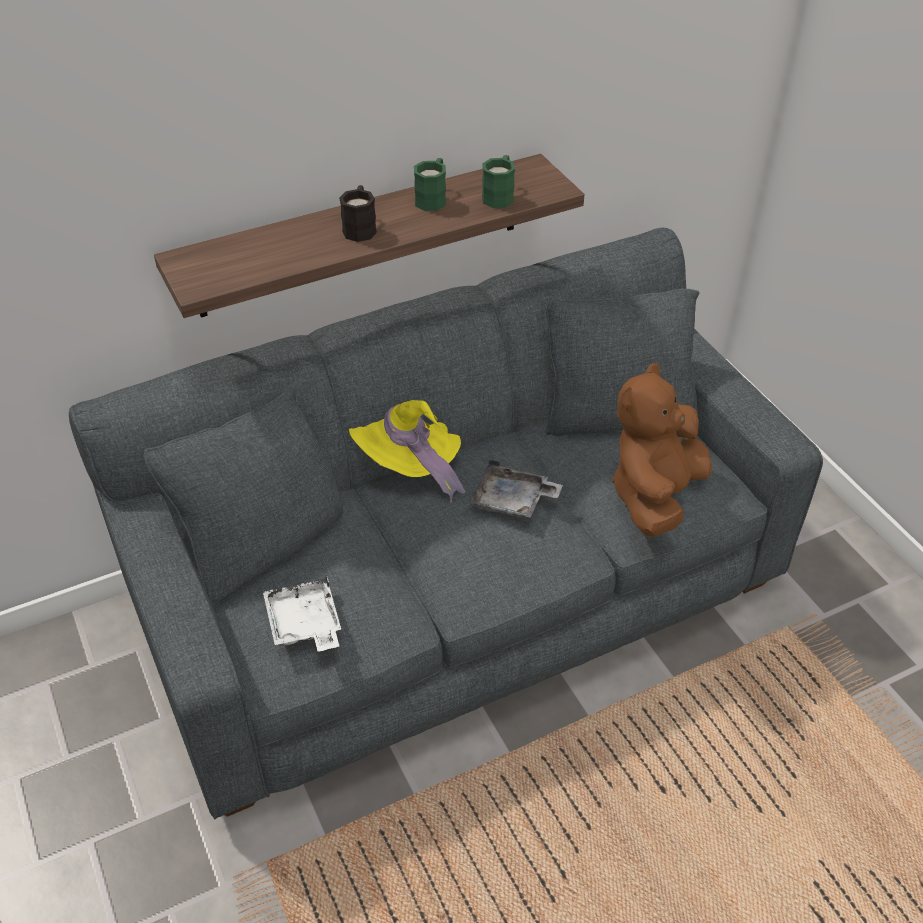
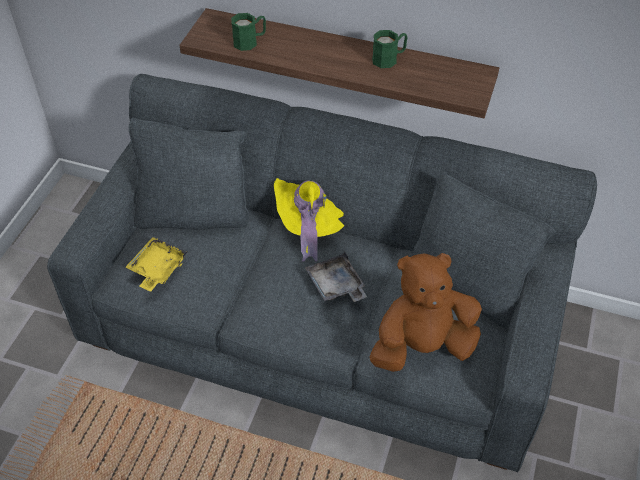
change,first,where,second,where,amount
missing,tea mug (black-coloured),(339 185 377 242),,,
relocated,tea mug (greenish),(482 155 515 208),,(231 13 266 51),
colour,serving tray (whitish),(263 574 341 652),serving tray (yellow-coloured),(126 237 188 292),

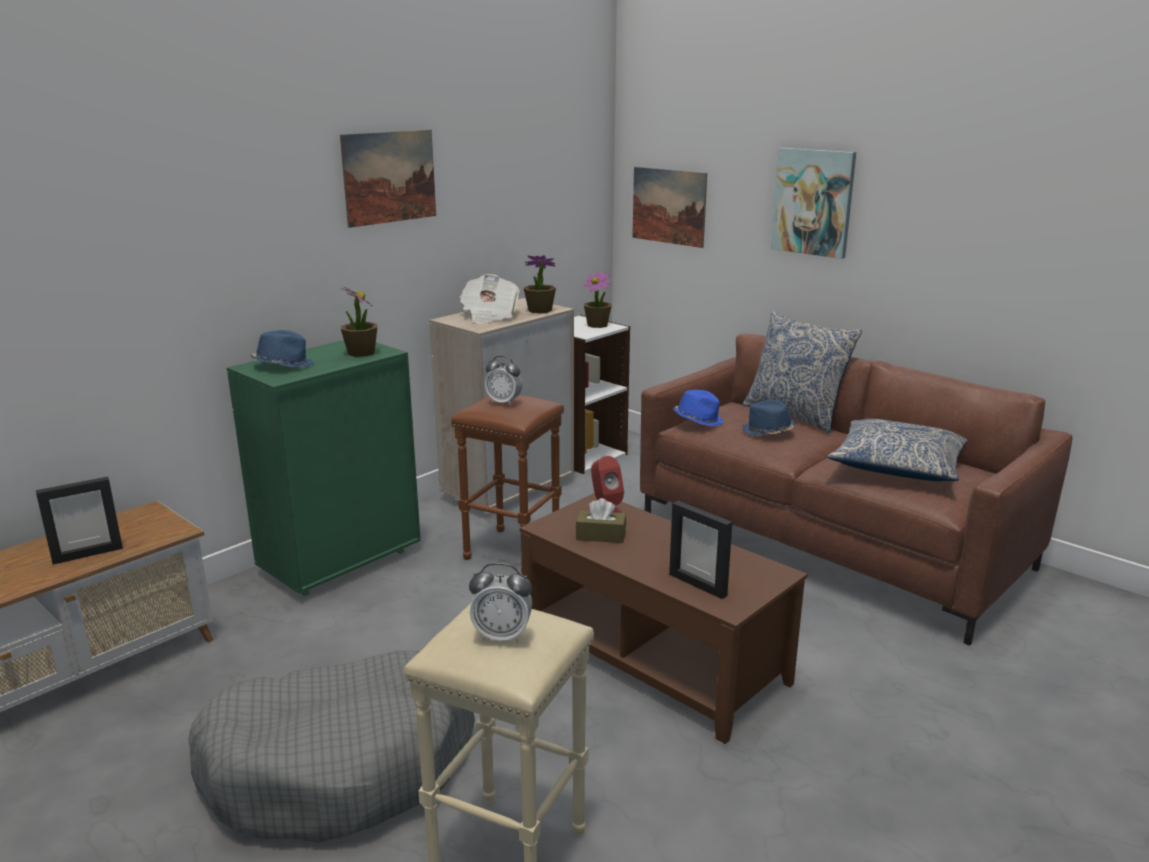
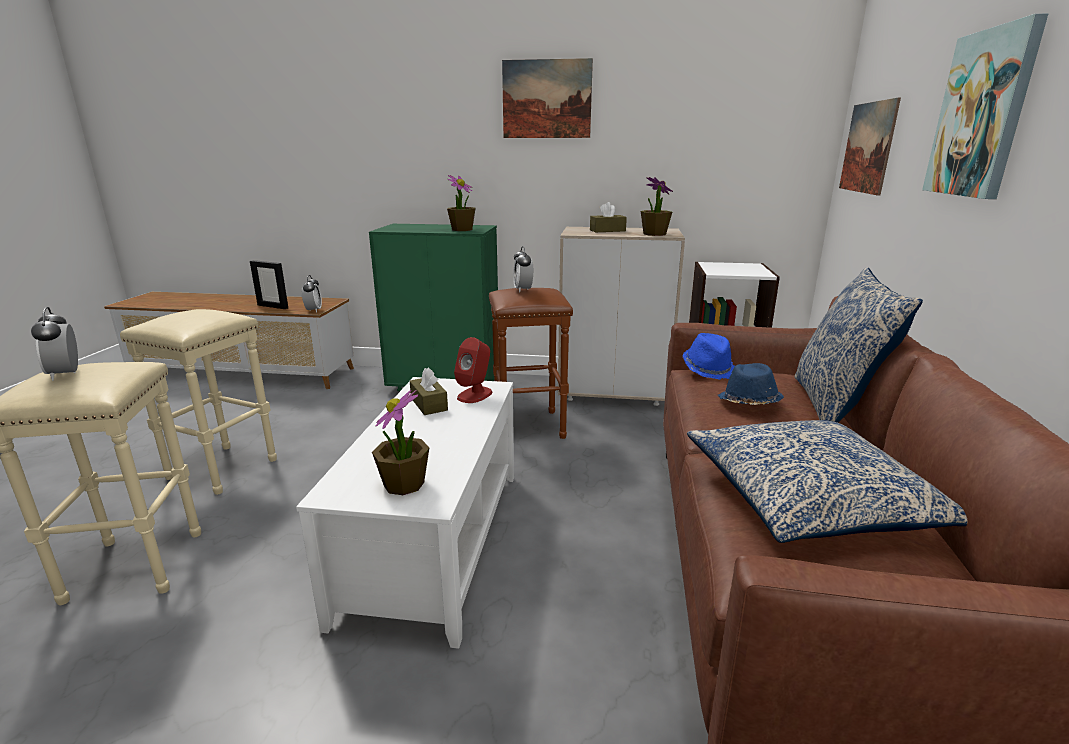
change,first,where,second,where,amount
missing,clothing hat (blue-coloured),(250 330 314 367),,,
missing,photo frame,(669 501 732 599),,,
appeared,,,table clock,(302 275 322 313),
relocated,potted plant,(583 271 612 328),,(372 390 429 495),
exchanged,pet bed (greyish),(188 651 475 843),sitting stool (sand-coloured),(120 309 277 495),
exchanged,printed paper,(459 274 520 324),tissue holder (brown-coloured),(590 202 627 232),
colour,coffee table (brown-coloured),(520 493 807 744),coffee table (whitish),(296 377 514 649),

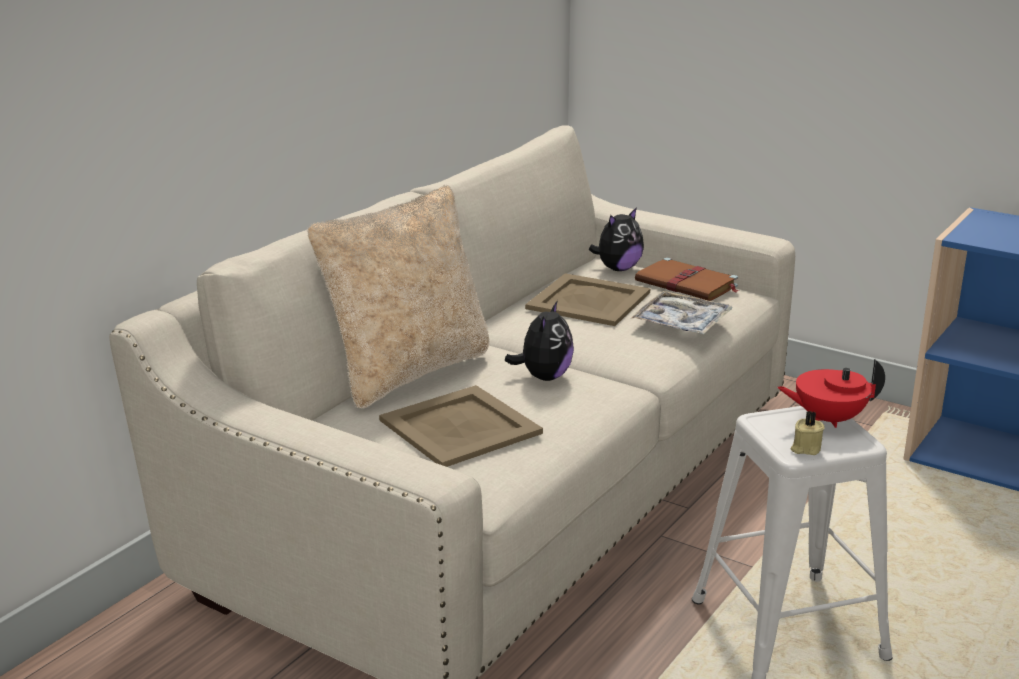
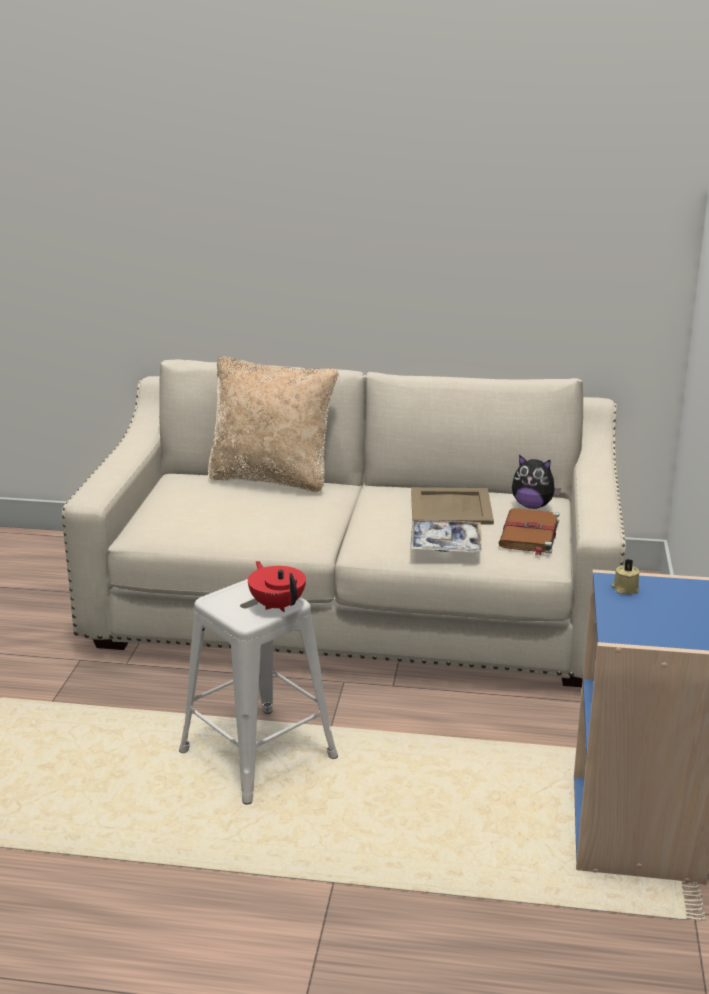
change,first,where,second,where,amount
missing,serving tray (sand-coloured),(379 385 543 467),,,
missing,soft toy,(505 300 574 381),,,
relocated,candle (sand-coloured),(791 411 825 455),,(612 559 640 594),

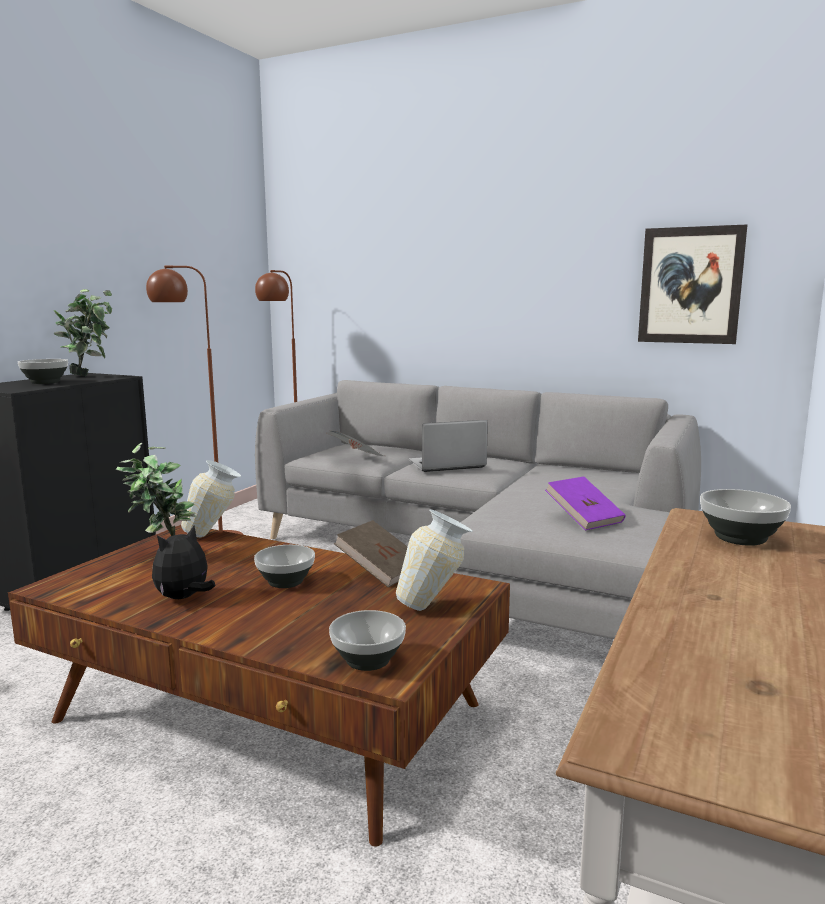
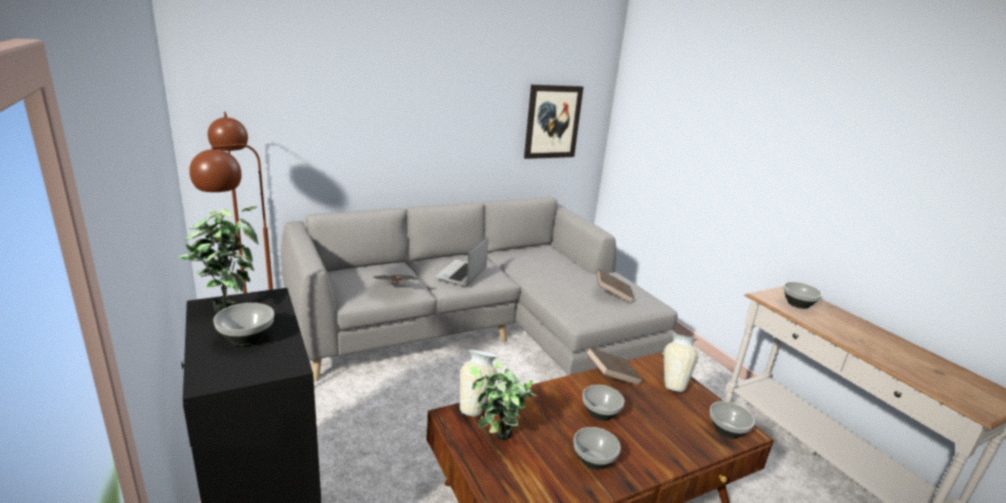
change,first,where,second,where,amount
exchanged,soft toy,(152 526 215 599),serving bowl,(574 427 621 470),
colour,bound book (purple),(545 477 626 530),bound book (brown-coloured),(596 269 634 303),

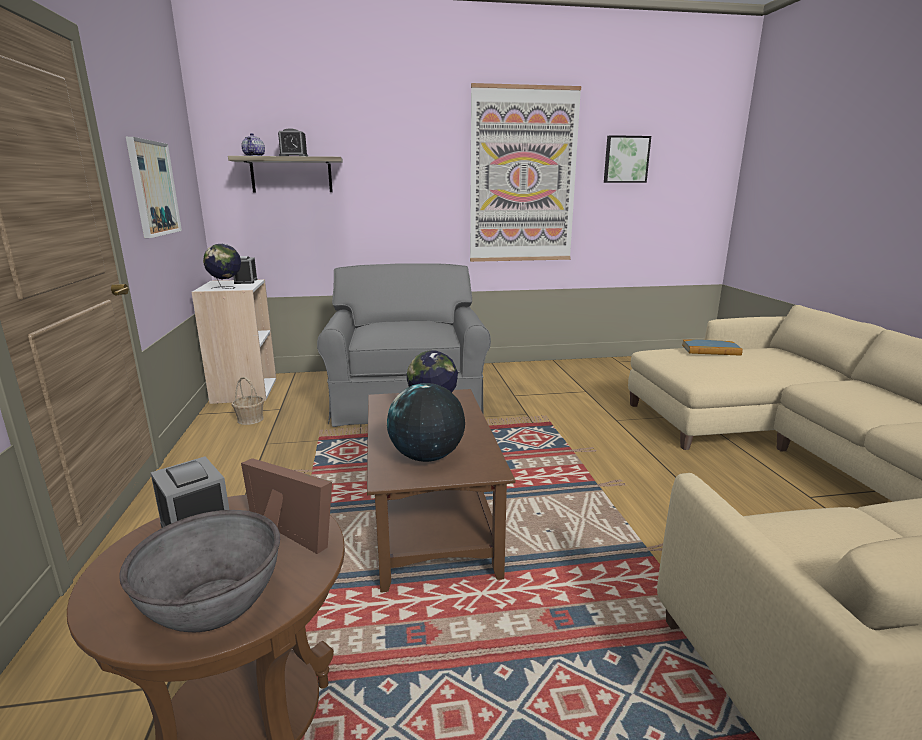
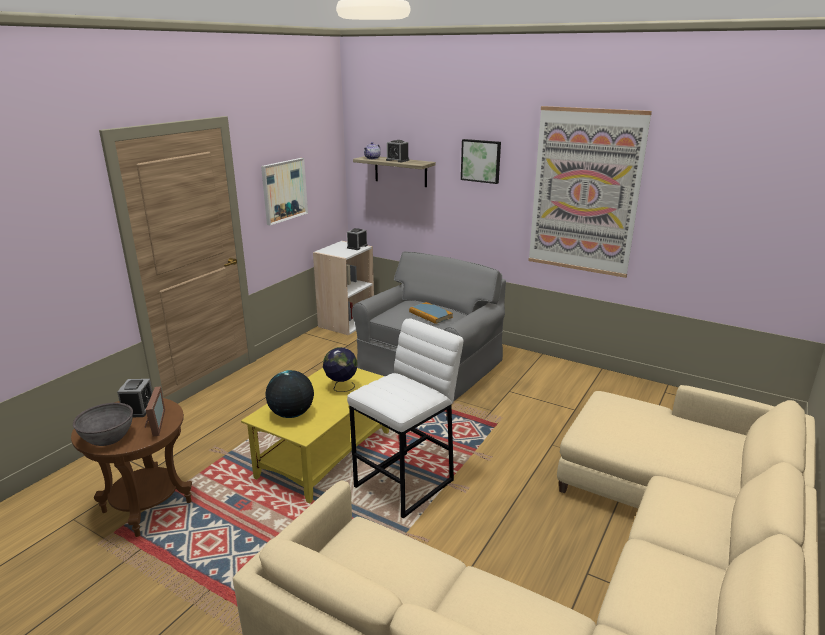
change,first,where,second,where,amount
missing,desk globe,(203 244 241 289),,,
missing,household basket,(232 377 264 425),,,
appeared,,,sitting stool (whitish),(347 318 463 518),
relocated,wall picture,(604 135 651 183),,(461 139 501 184),
relocated,bound book,(682 339 743 356),,(409 302 453 324),
colour,coffee table (brown-coloured),(367 389 515 593),coffee table (yellow-coloured),(241 368 389 503),

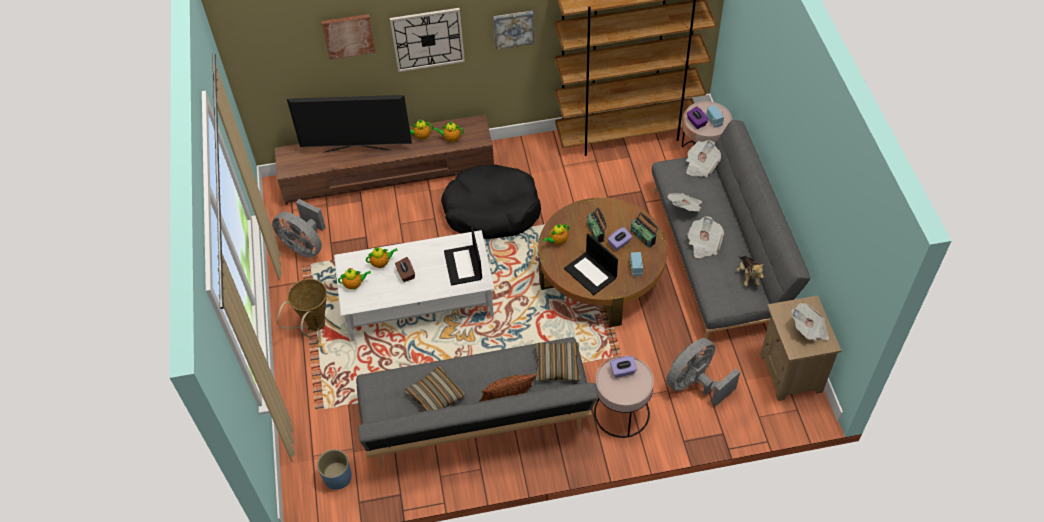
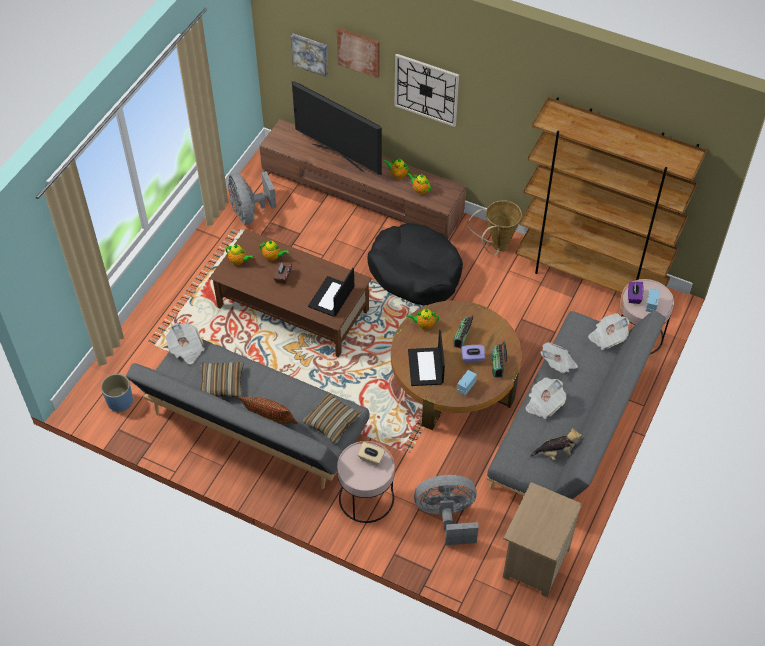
change,first,where,second,where,amount
relocated,household basket,(277 279 327 339),,(468 200 522 255),
relocated,wall picture,(493 11 534 50),,(291 34 328 77),
relocated,printed paper,(791 303 829 341),,(166 323 205 364),
colour,coffee table (whitish),(334 230 494 341),coffee table (brown-coloured),(209 229 372 357),
colour,tissue holder (purple),(610 356 637 378),tissue holder (sand-coloured),(358 442 385 466),
spun,soft toy,(736 256 764 286),,(530 427 582 461),120 degrees counterclockwise

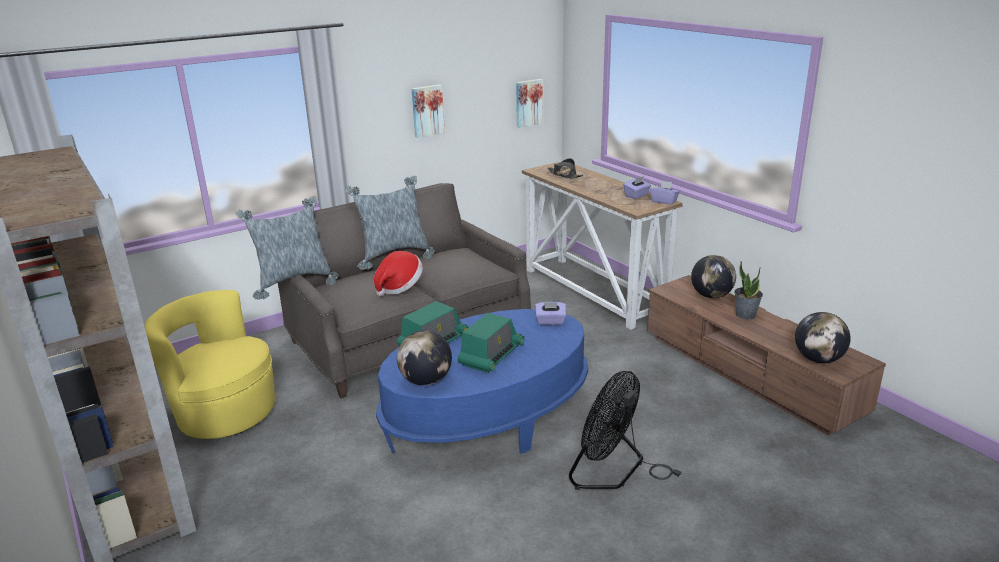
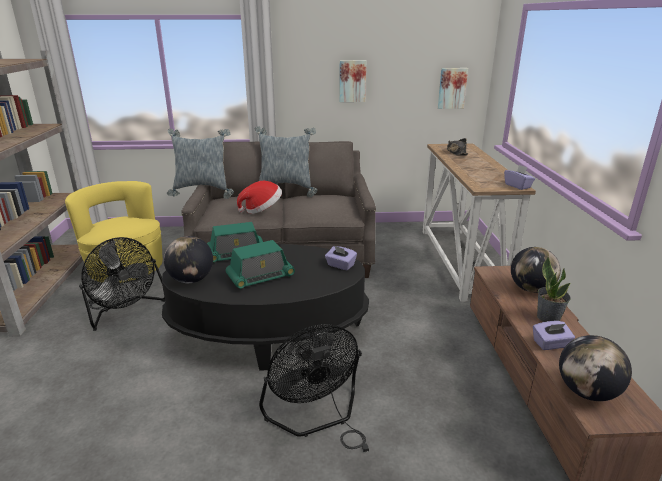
change,first,where,second,where,amount
appeared,,,cooling fan (black-coloured),(79 237 165 331),
relocated,tissue holder (purple),(623 176 651 199),,(533 321 575 350),
colour,coffee table (blue-coloured),(376 309 588 454),coffee table (black-coloured),(162 244 369 371),

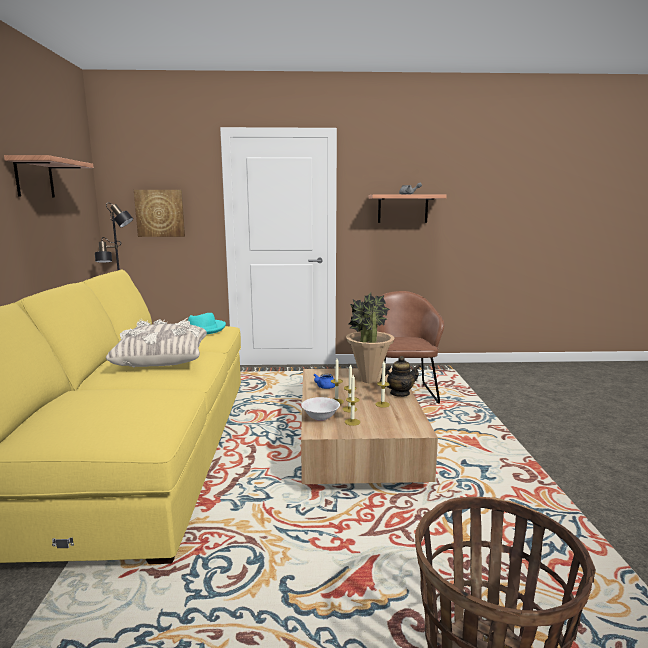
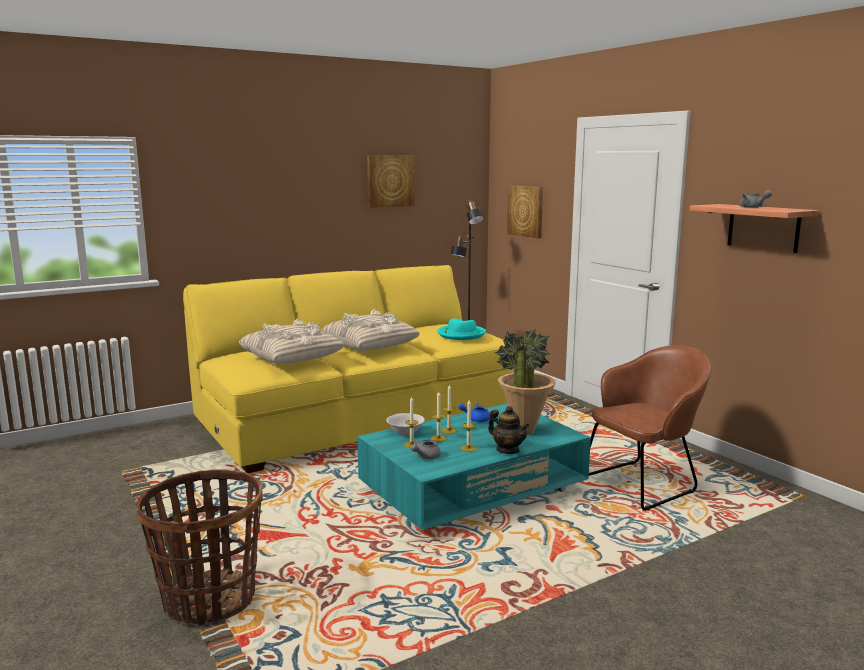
change,first,where,second,where,amount
appeared,,,pillow (sand-coloured),(239 320 344 364),
appeared,,,teapot (greyish),(411 439 441 459),
exchanged,shelf,(4 155 94 197),wall picture,(367 155 414 208),
colour,coffee table (brown-coloured),(301 368 438 485),coffee table (turquoise),(357 404 591 530),

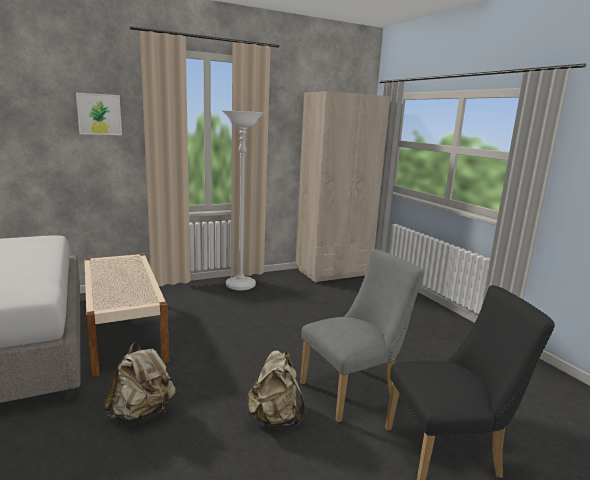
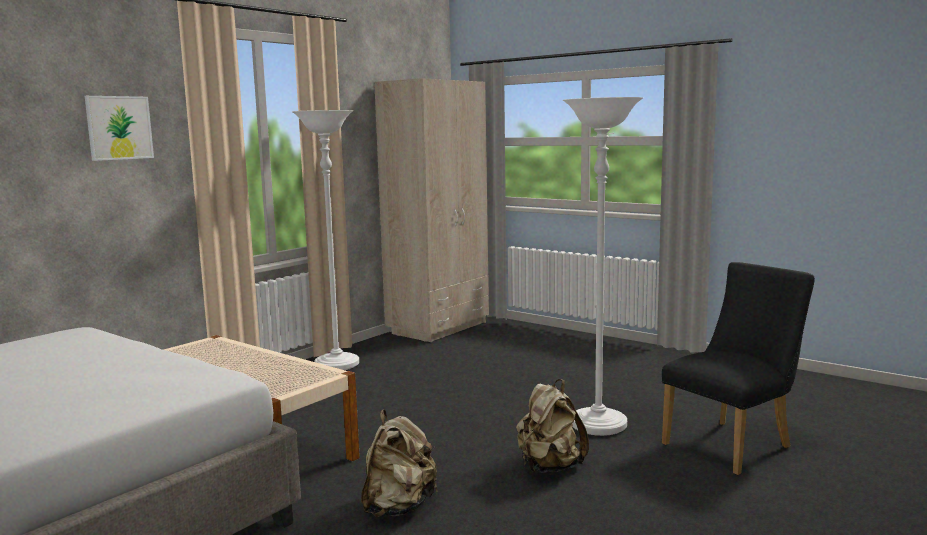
change,first,where,second,where,amount
exchanged,chair (greyish),(300 249 424 422),standard lamp (whitish),(563 97 643 436),

